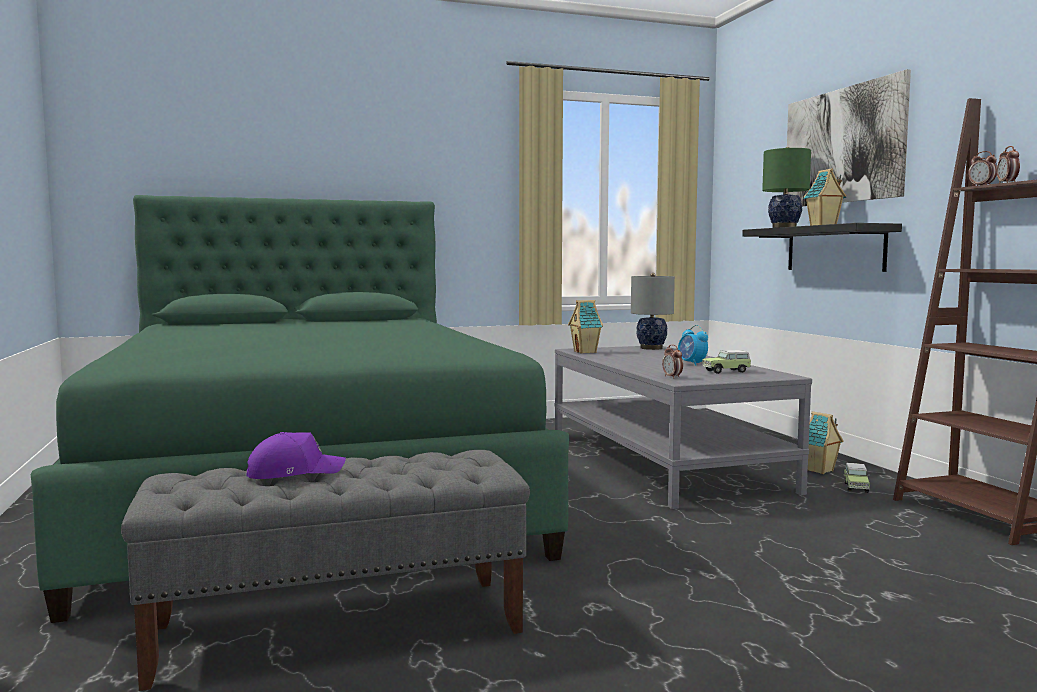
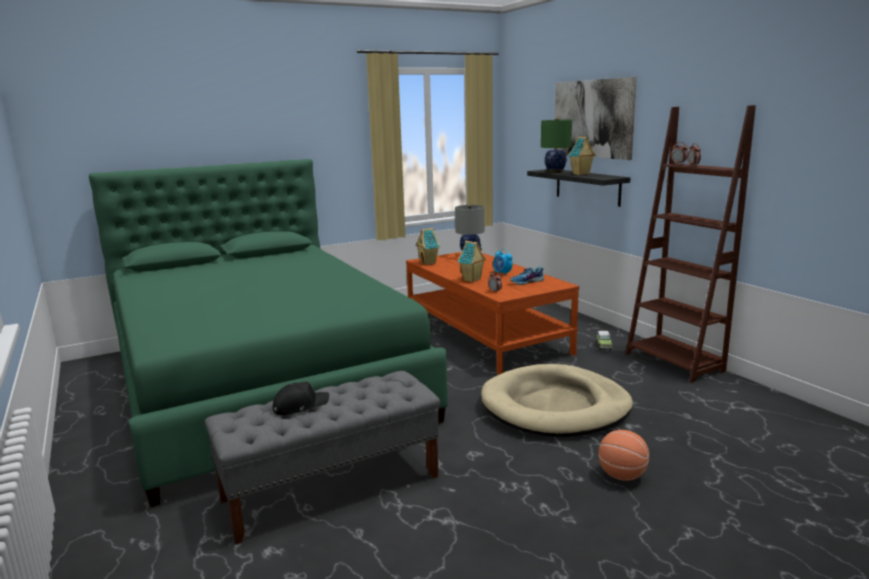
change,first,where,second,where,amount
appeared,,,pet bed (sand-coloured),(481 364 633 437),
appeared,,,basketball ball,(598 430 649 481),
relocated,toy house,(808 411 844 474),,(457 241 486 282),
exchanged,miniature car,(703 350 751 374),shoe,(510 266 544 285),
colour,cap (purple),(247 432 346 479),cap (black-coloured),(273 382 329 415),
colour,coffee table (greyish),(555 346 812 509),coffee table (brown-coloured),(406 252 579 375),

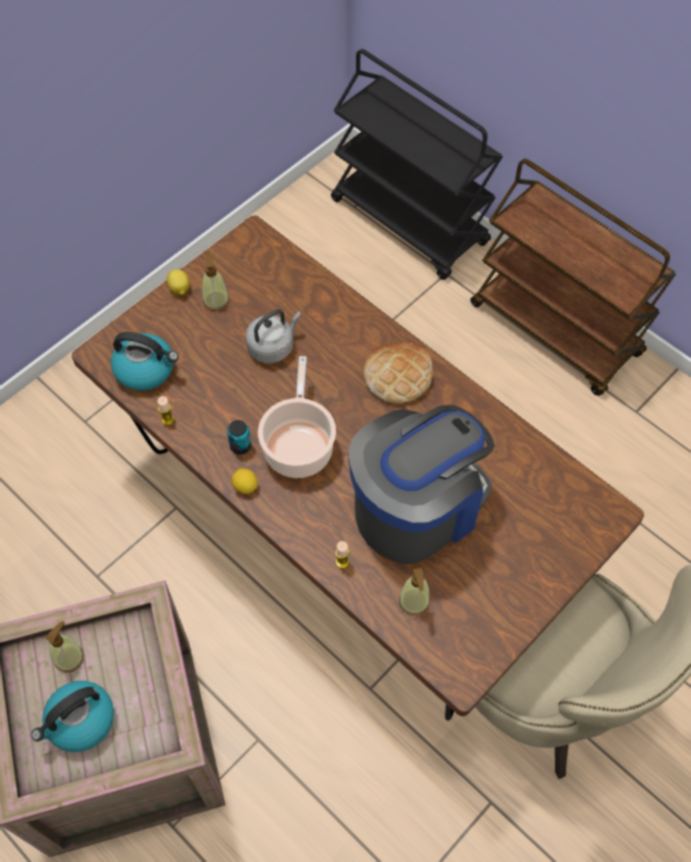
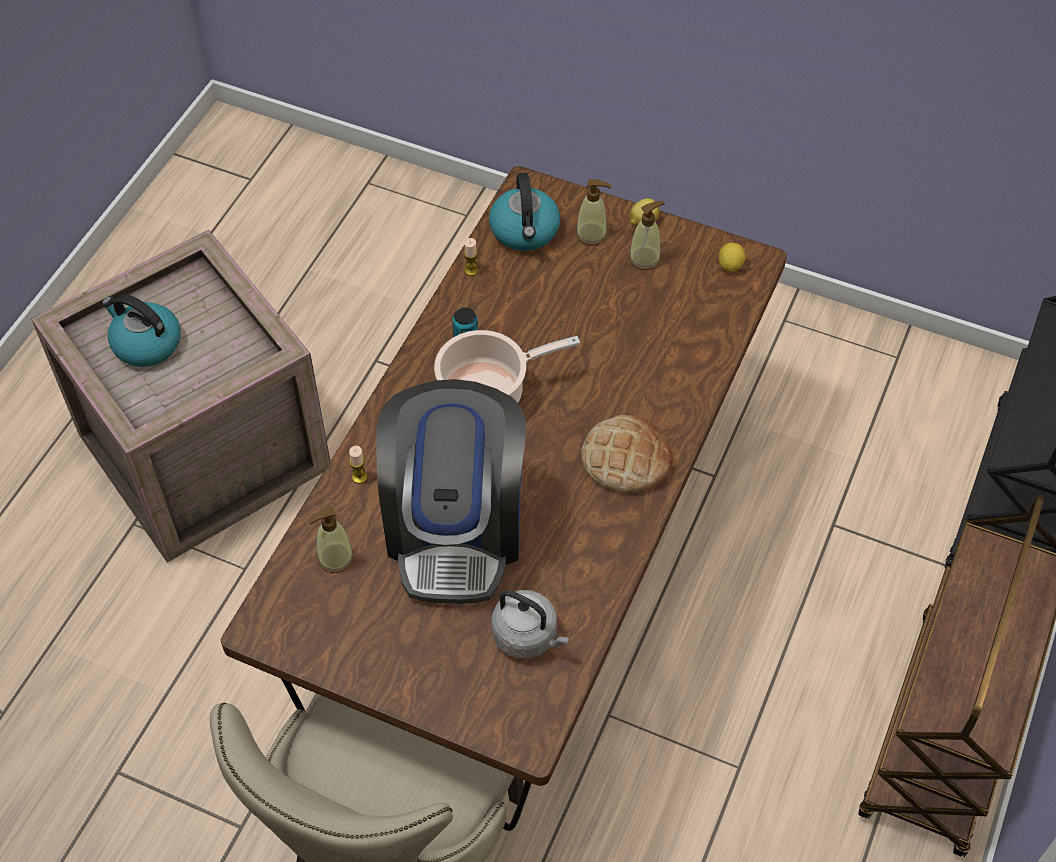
change,first,where,second,where,amount
relocated,soap bottle,(45 621 84 673),,(576 179 611 245),
relocated,whole lemon,(232 468 258 494),,(719 243 746 272),
relocated,kettle (greyish),(245 309 301 363),,(491 590 569 659),
spun,coffee maker,(348 405 495 564),,(376 379 526 604),60 degrees clockwise

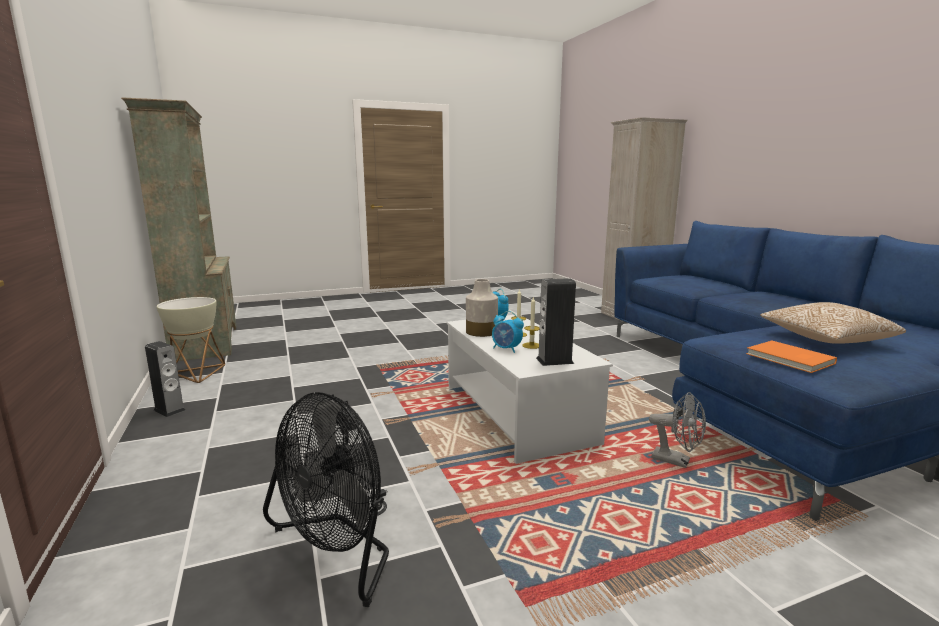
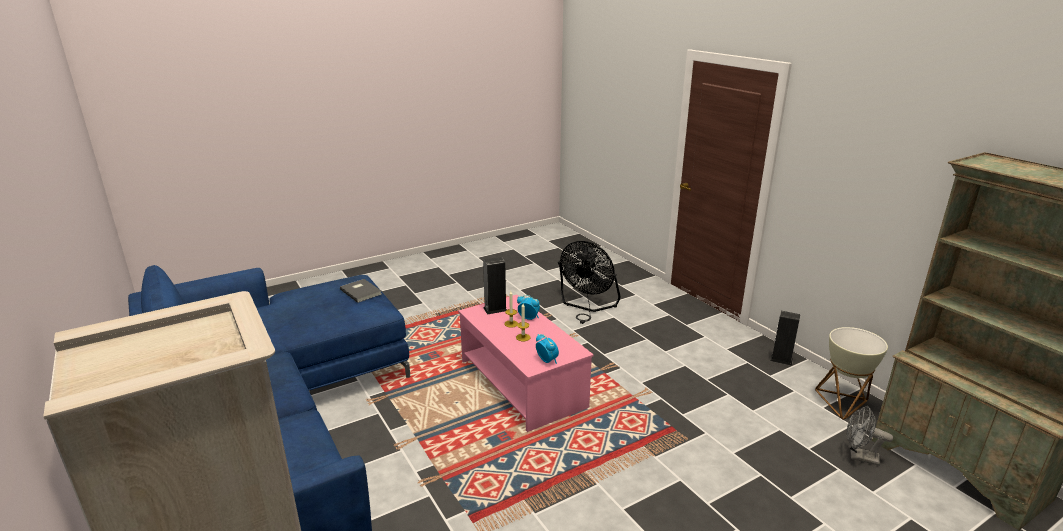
change,first,where,second,where,amount
missing,decorative vase (sand-coloured),(466 279 498 337),,,
missing,pillow,(760 302 906 344),,,
relocated,cooling fan (greyish),(649 392 706 468),,(847 406 893 466),
colour,coffee table (whitish),(447 314 613 464),coffee table (pink-coloured),(458 294 594 432),
colour,bound book (orangey),(746 341 837 373),bound book (greyish),(340 279 382 303),

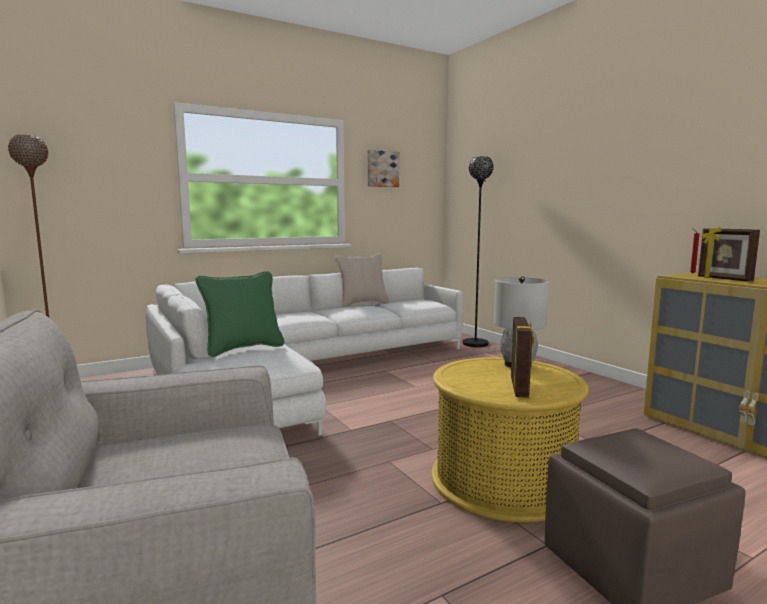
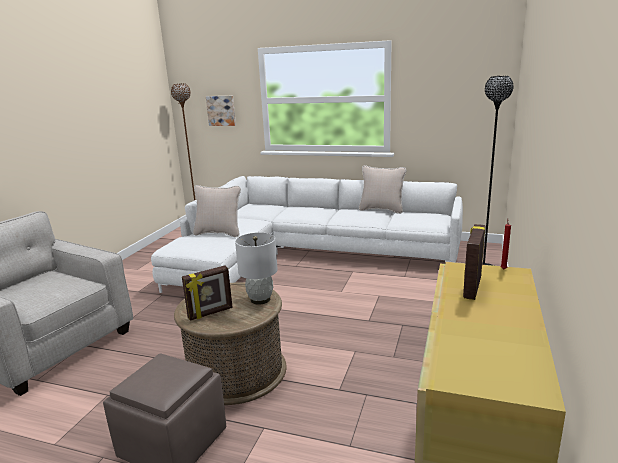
change,first,where,second,where,amount
relocated,wall picture,(368 150 399 187),,(206 96 236 126),
colour,pillow (greenish),(196 271 284 357),pillow (sand-coloured),(193 185 241 237),
colour,coffee table (yellow-coloured),(431 358 589 523),coffee table (brown-coloured),(174 282 287 405),

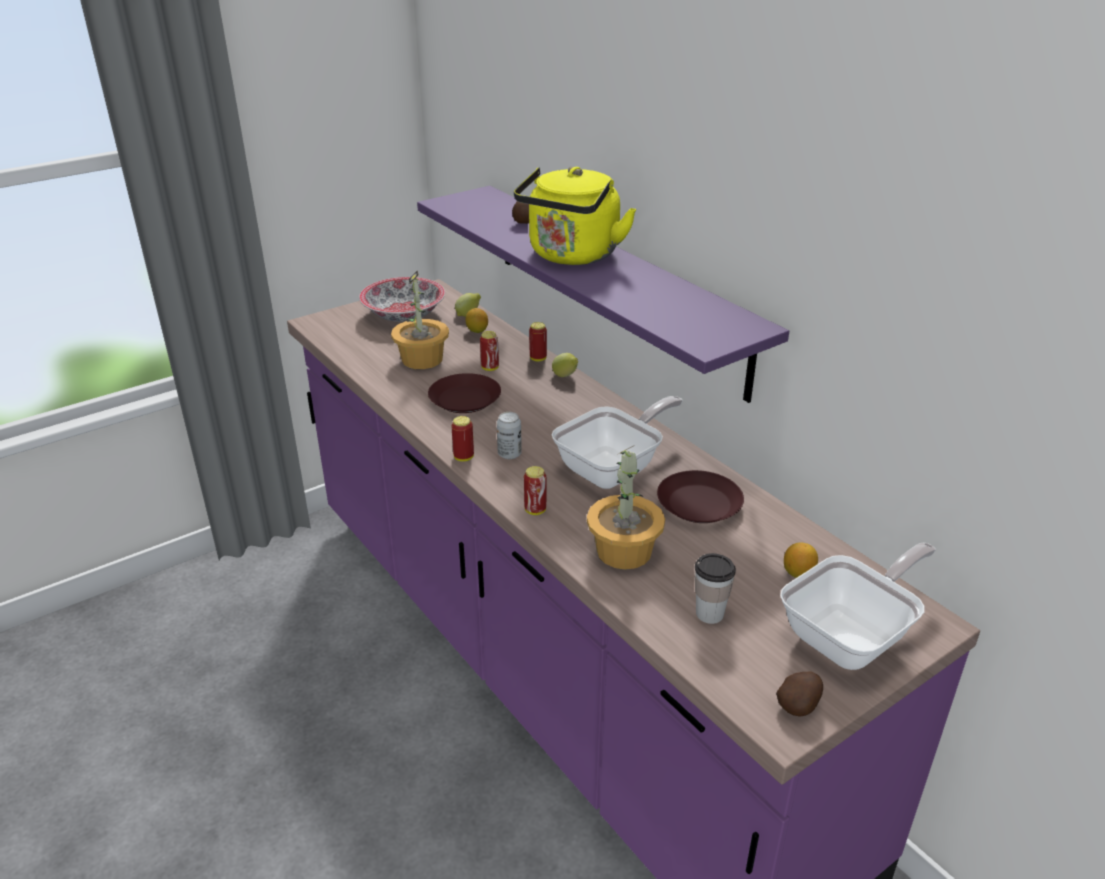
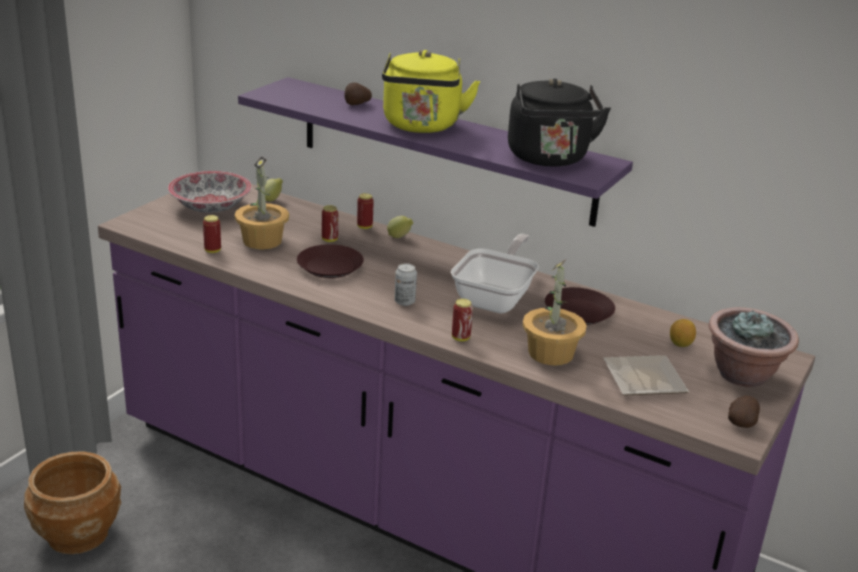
change,first,where,second,where,amount
missing,whole lemon,(465 308 488 333),,,
appeared,,,plant pot (brown-coloured),(24 452 121 554),
appeared,,,kettle (black-coloured),(508 78 611 167),
relocated,metal can,(451 416 474 462),,(203 215 221 253),
exchanged,small cup,(695 553 736 624),flat dish,(603 355 689 395),
exchanged,skillet,(780 543 936 670),potted plant,(709 307 799 387),

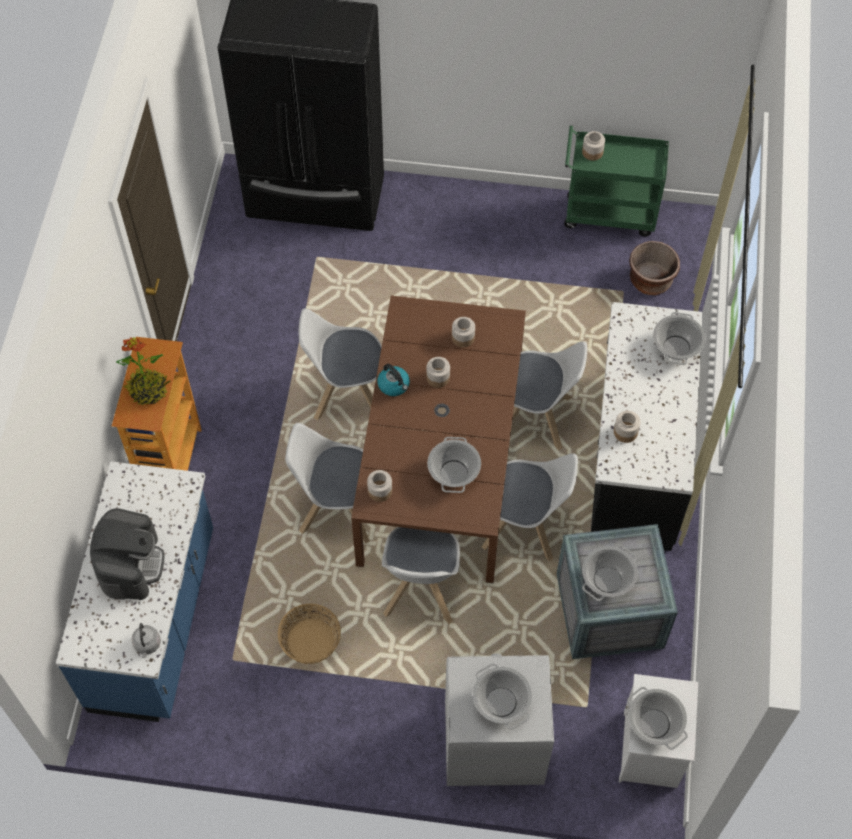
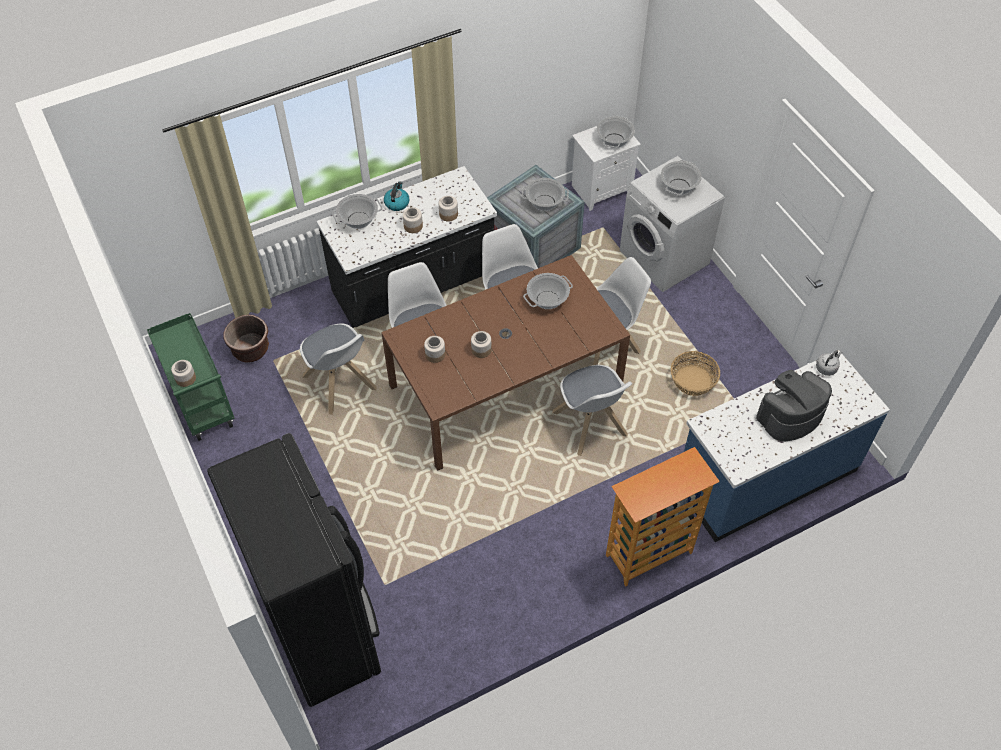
change,first,where,second,where,amount
missing,potted plant,(116 337 170 406),,,
relocated,chair,(299 308 382 420),,(300 324 377 415),
relocated,storage jar,(367 470 392 502),,(403 207 423 233),
relocated,kettle,(377 364 410 396),,(384 182 410 211),

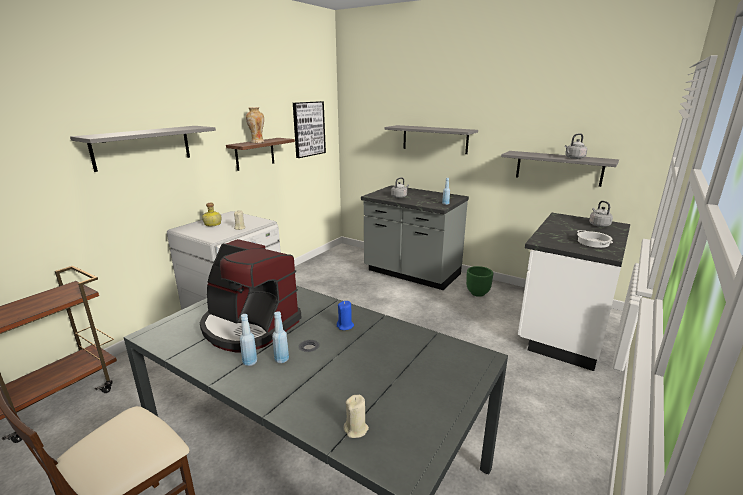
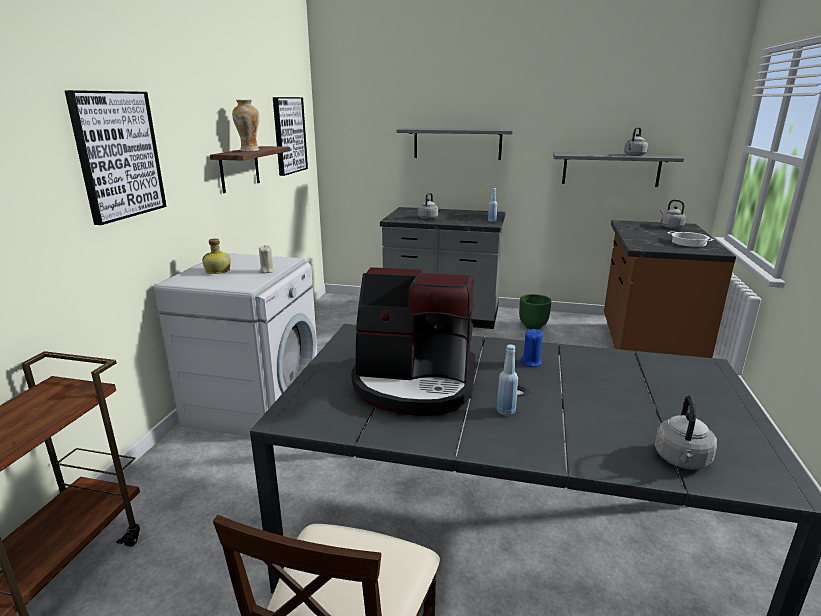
change,first,where,second,where,amount
missing,drink bottle (blue-coloured),(240 314 257 366),,,
exchanged,shelf (greyish),(70 126 216 172),wall picture,(64 90 167 225),
exchanged,candle (sand-coloured),(344 395 369 438),kettle (greyish),(655 395 717 470),
colour,counter (whitish),(518 213 630 371),counter (brown-coloured),(604 220 736 377),

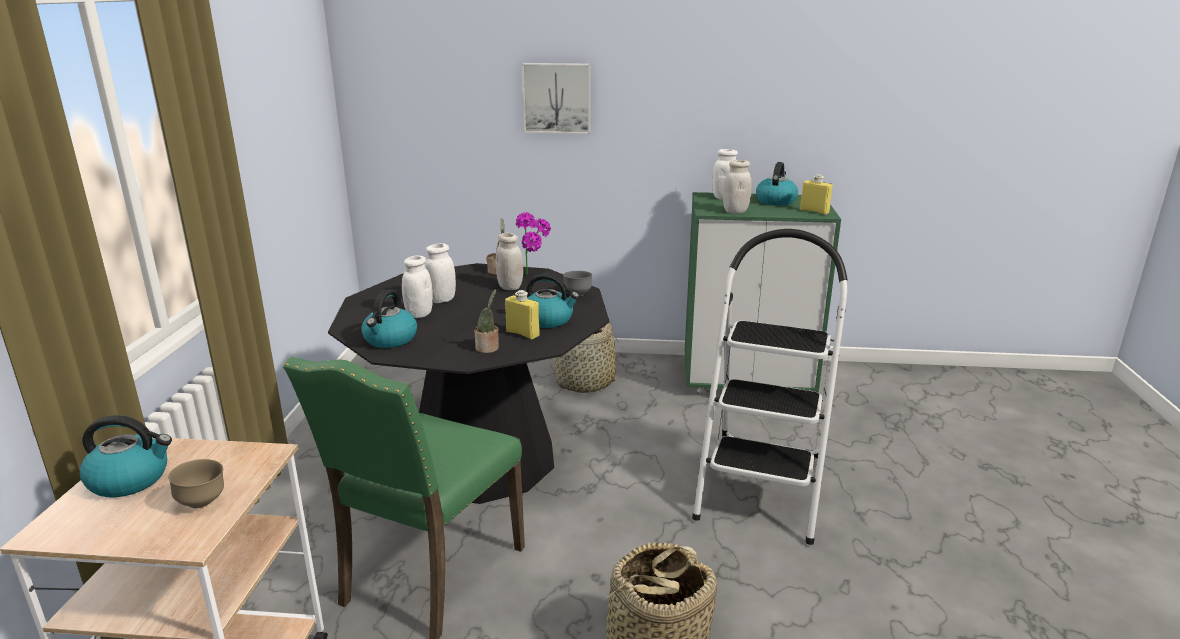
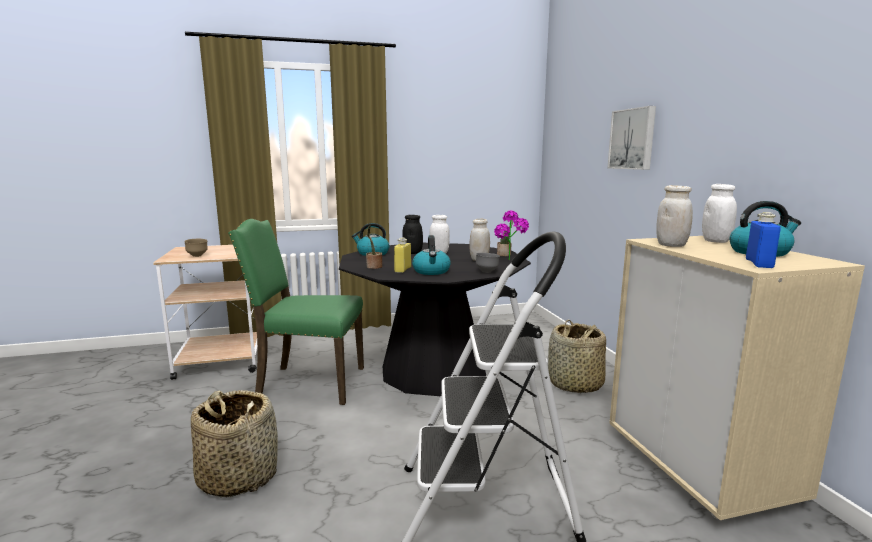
change,first,where,second,where,amount
missing,kettle,(80 415 172 497),,,
colour,storage jar (whitish),(402 255 433 318),storage jar (black-coloured),(402 215 423 254),
colour,cabinet (greenish),(685 192 841 393),cabinet (sand-coloured),(609 236 865 520),
colour,drink bottle (yellow-coloured),(800 174 833 215),drink bottle (blue-coloured),(746 212 781 268),

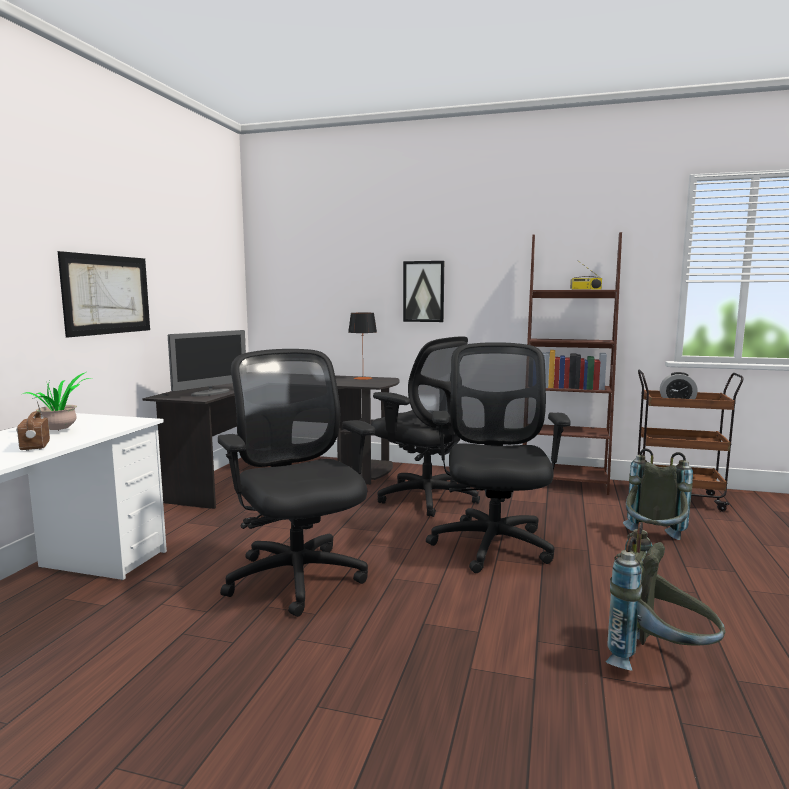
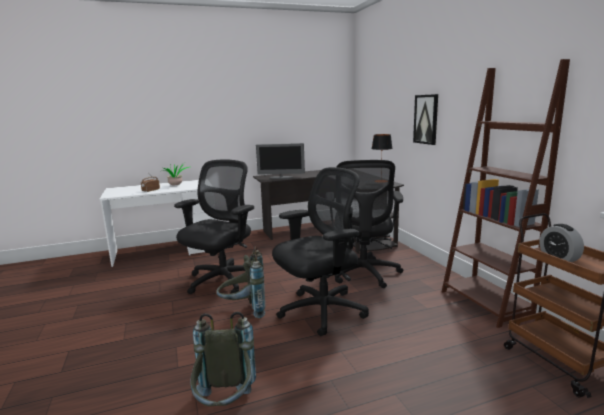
change,first,where,second,where,amount
missing,wall picture,(58 251 150 338),,,
missing,radio set,(570 262 602 290),,,
relocated,rucksack (greyish),(623 448 693 540),,(216 246 265 318),

